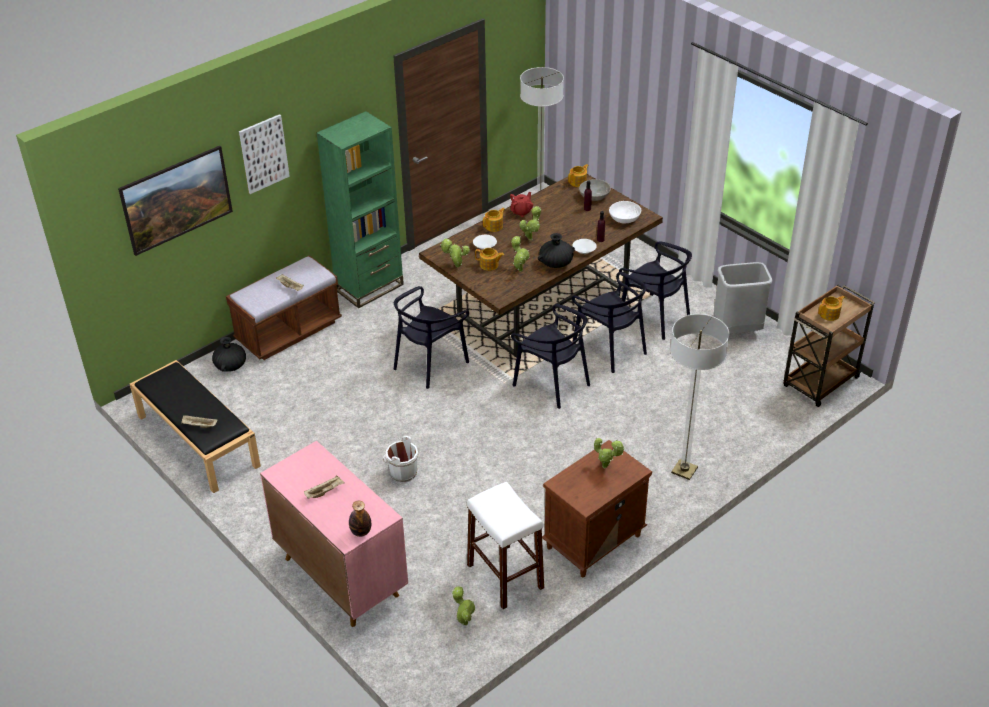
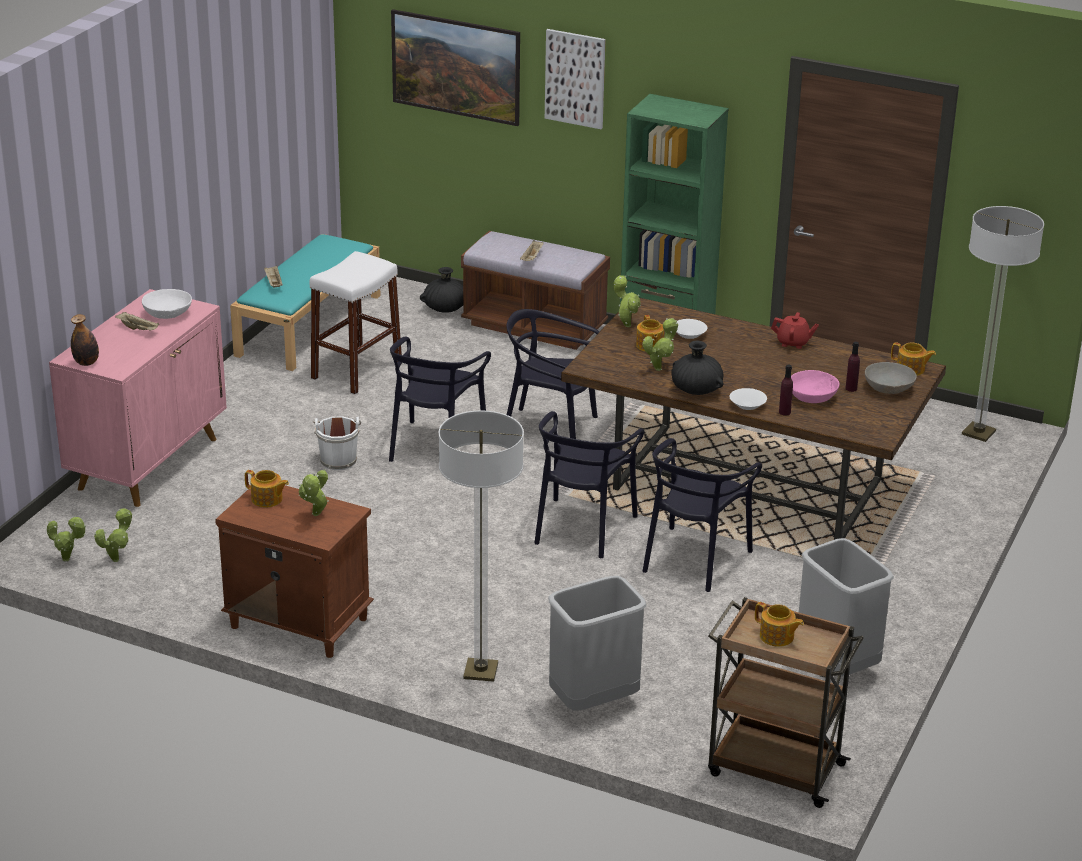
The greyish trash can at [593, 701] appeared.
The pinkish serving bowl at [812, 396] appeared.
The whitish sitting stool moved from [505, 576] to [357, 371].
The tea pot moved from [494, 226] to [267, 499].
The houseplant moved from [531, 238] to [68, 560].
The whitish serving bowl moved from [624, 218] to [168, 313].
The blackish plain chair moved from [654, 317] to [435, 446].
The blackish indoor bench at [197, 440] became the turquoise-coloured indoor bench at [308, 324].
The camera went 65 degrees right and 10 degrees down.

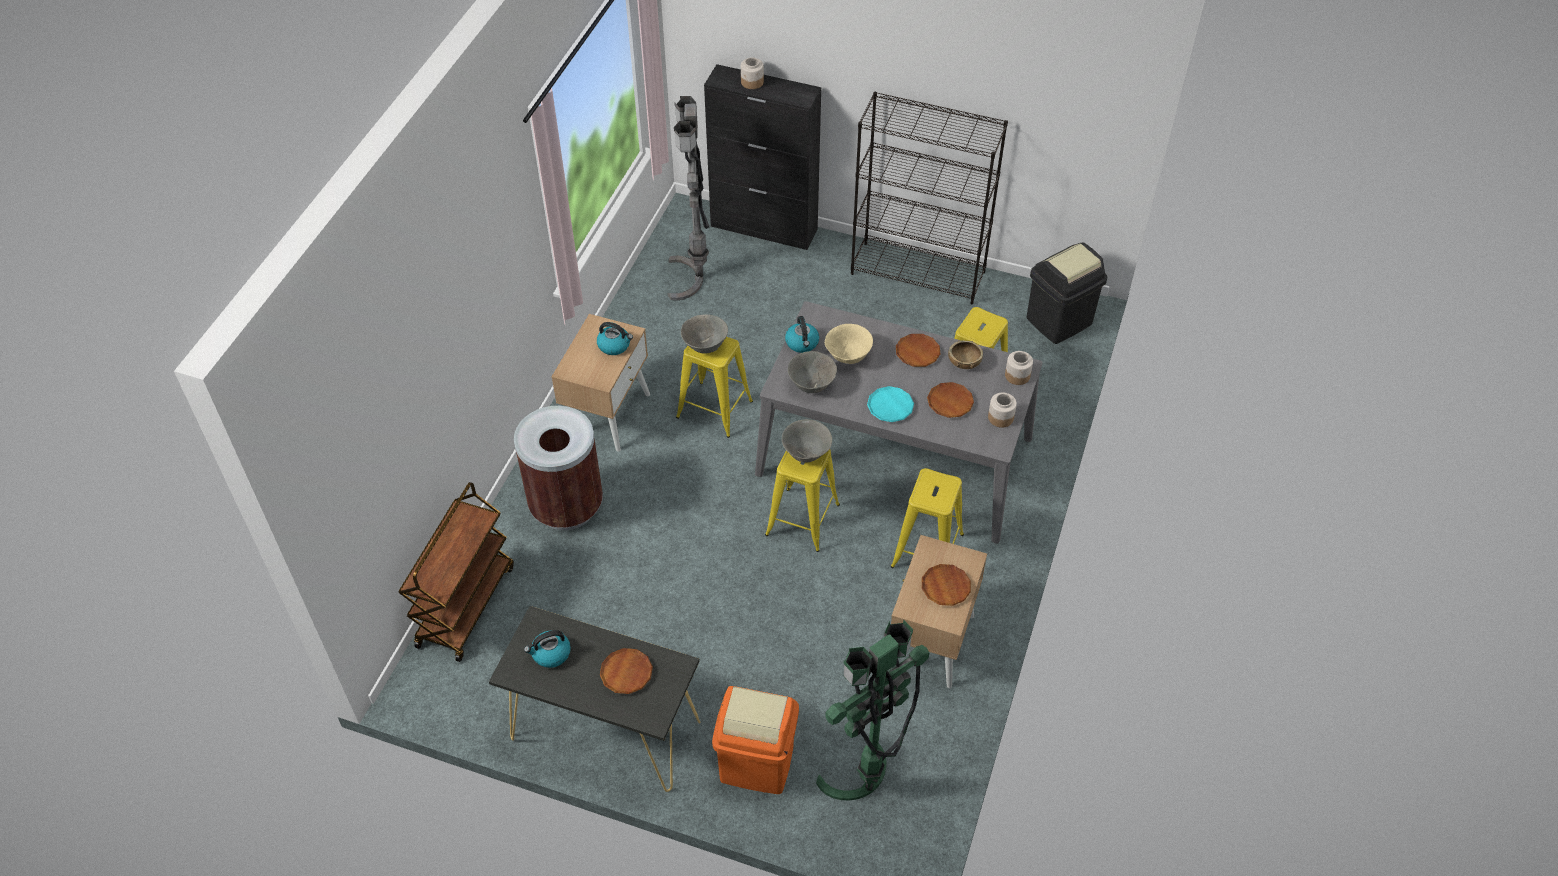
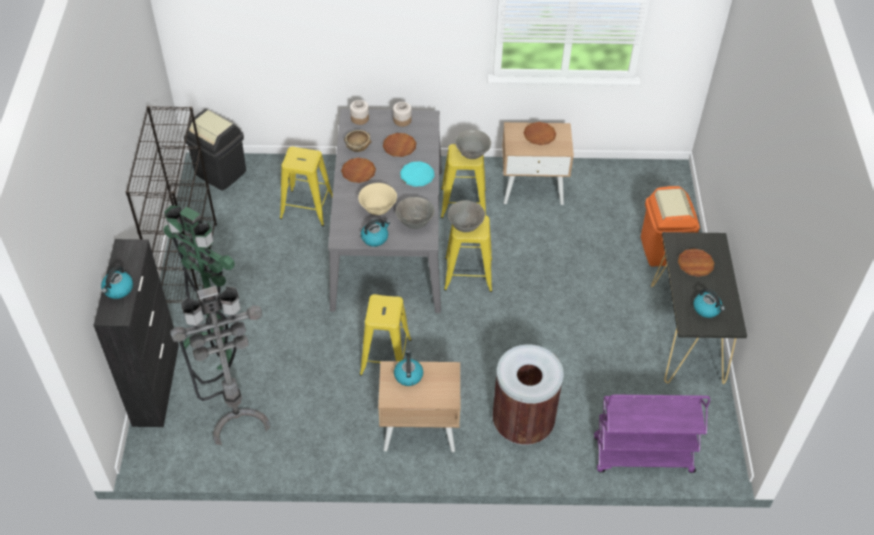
The greyish serving bowl moved from [705, 346] to [472, 154].
The green-coloured standing lamp moved from [865, 784] to [217, 342].
The jar at [752, 82] was replaced by the water kettle at [118, 289].
The brown-coloured cart at [465, 605] became the purple cart at [642, 455].
The camera went 110 degrees left and 0 degrees up.

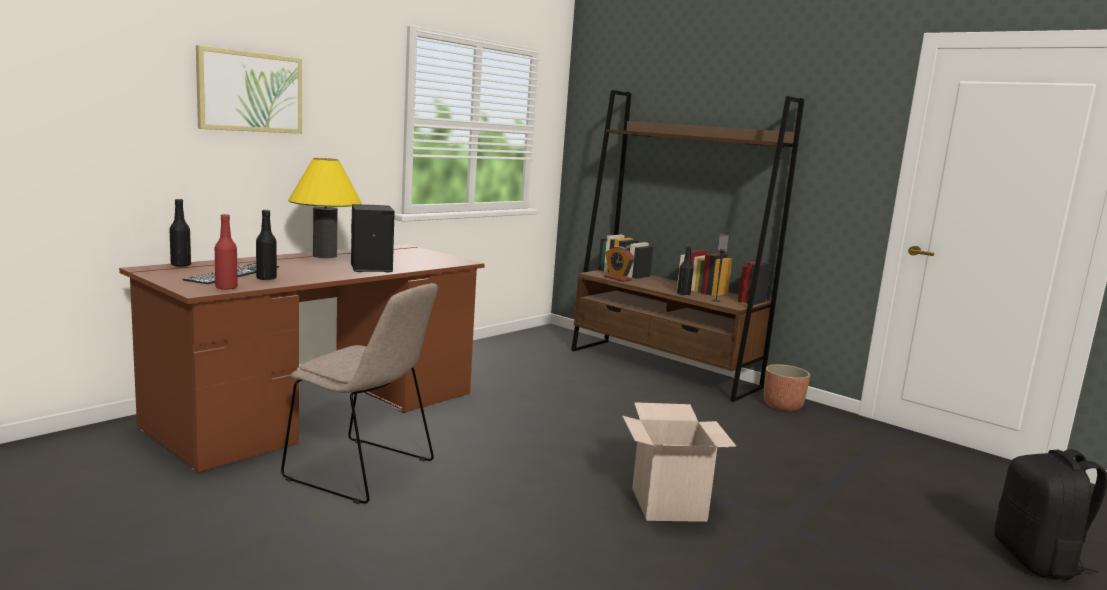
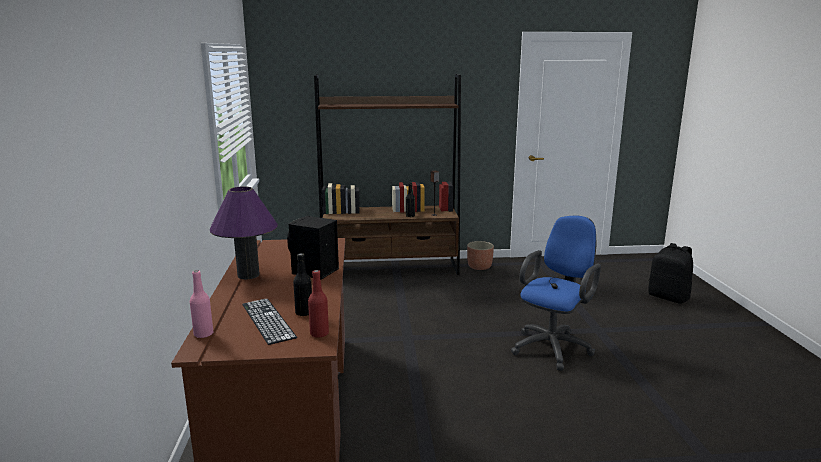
The picture at [250, 92] disappeared.
The beige plain chair at [364, 471] disappeared.
The table clock at [617, 278] disappeared.
The packing box at [668, 504] was replaced by the bluish office chair at [553, 346].
The blackish drink bottle at [181, 265] became the pinkish drink bottle at [203, 334].
The yellow table lamp at [325, 256] became the purple table lamp at [248, 275].
The camera went 45 degrees left and 5 degrees up.

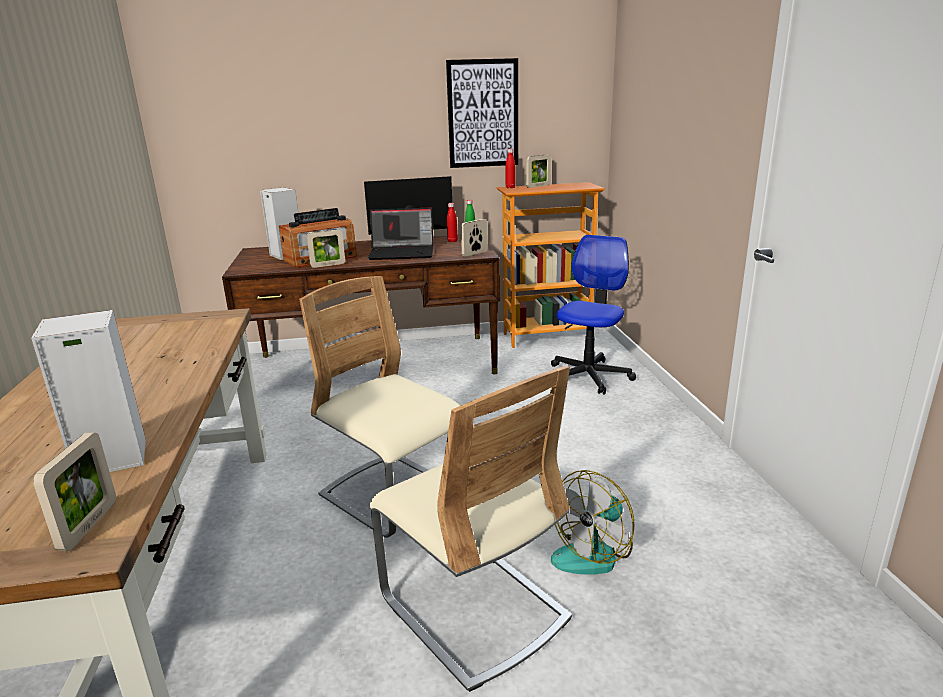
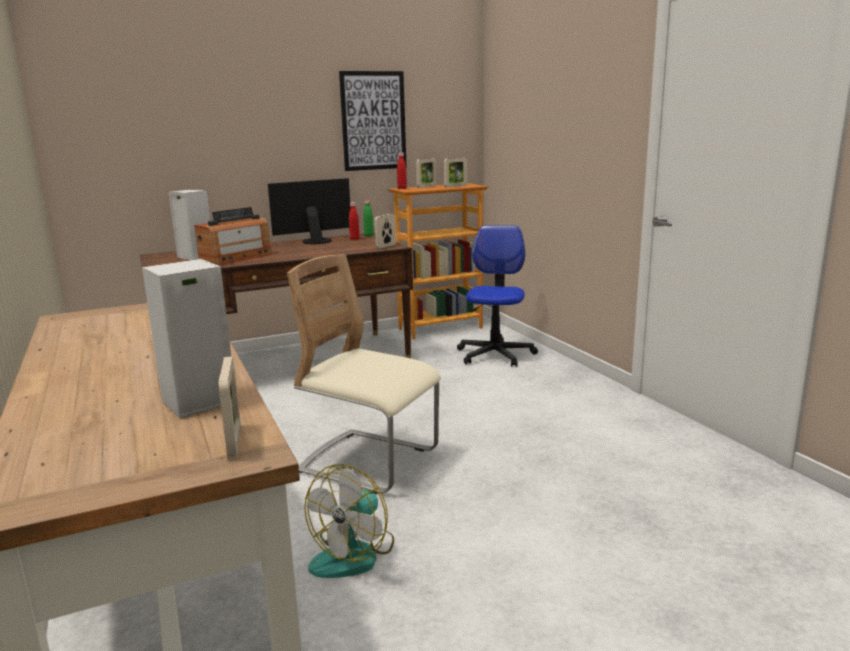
The portable computer at [403, 253] disappeared.
The beige plain chair at [473, 609] disappeared.
The standing frame moved from [328, 265] to [455, 186].
The cooling fan moved from [593, 552] to [354, 554].
The camera went 15 degrees left and 5 degrees down.

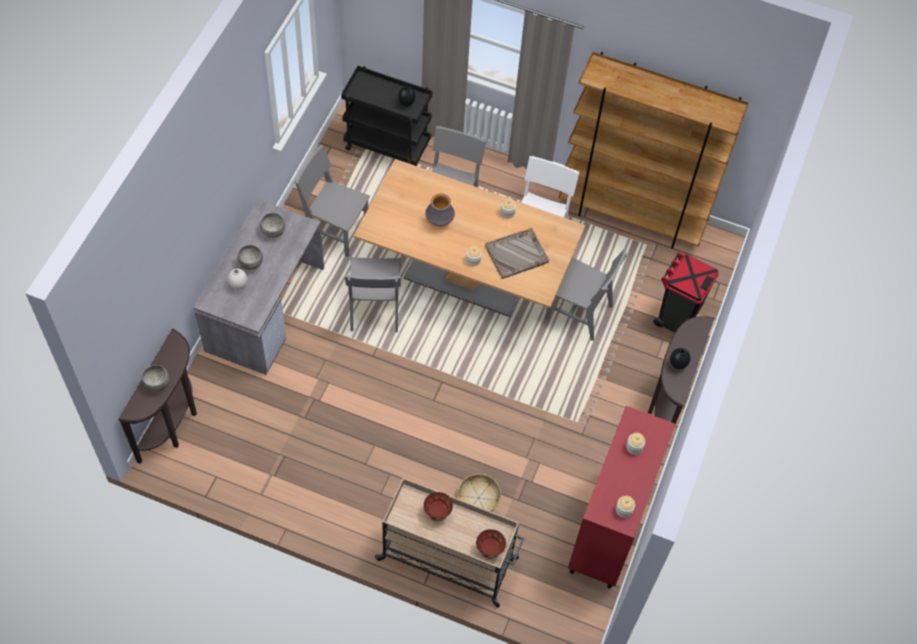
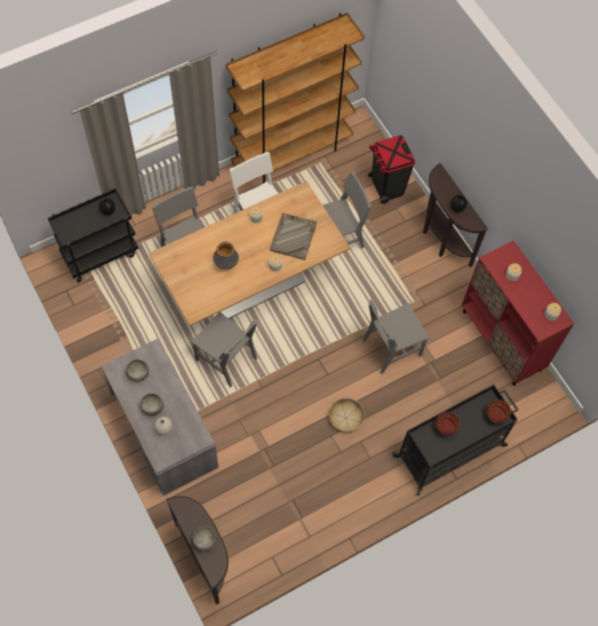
The greyish plain chair moved from [335, 230] to [391, 347].
The household basket moved from [478, 498] to [346, 418].
The beige cart at [449, 559] became the blackish cart at [451, 450].
The camera went 50 degrees left and 5 degrees up.

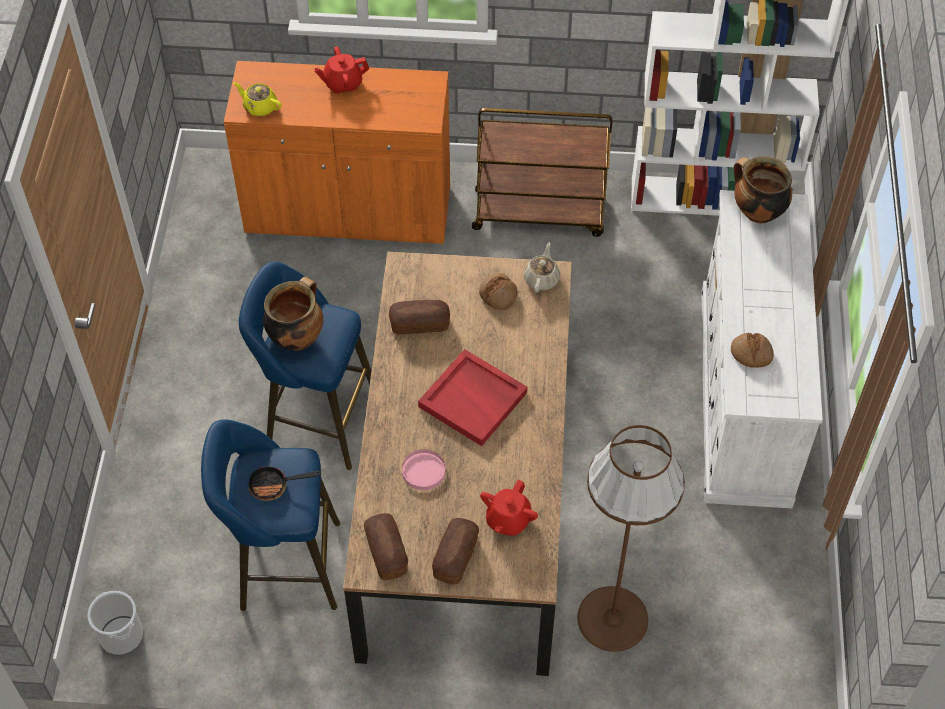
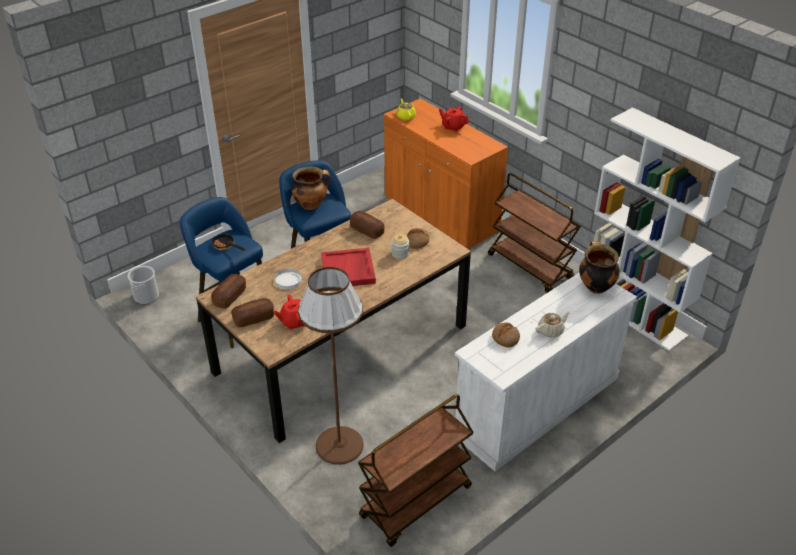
The brown-coloured cart at [416, 503] appeared.
The jar at [400, 254] appeared.
The beige tea pot moved from [541, 278] to [551, 331].
The pinkish dinner plate at [423, 471] became the whitish dinner plate at [288, 280].
The camera went 45 degrees right and 15 degrees down.

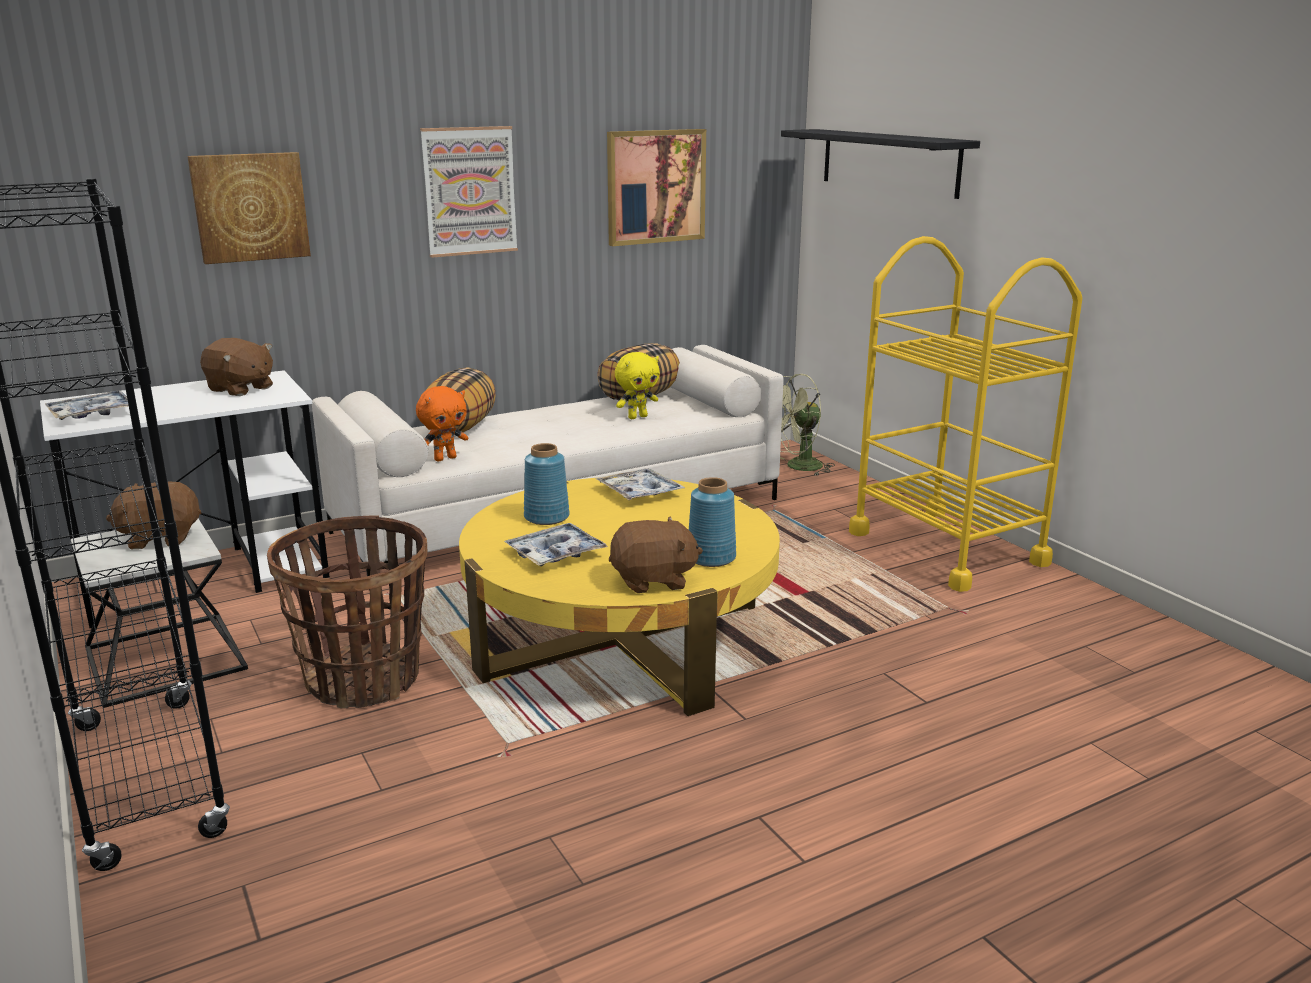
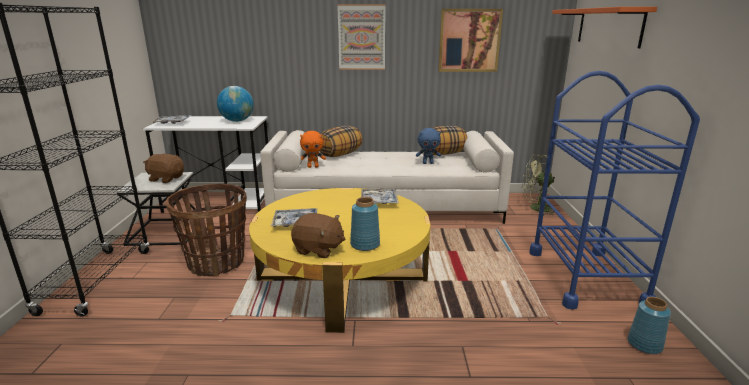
The picture at [250, 207] disappeared.
The bluish vase moved from [546, 517] to [644, 344].
The brown-coloured soft toy at [240, 389] was replaced by the globe at [237, 121].
The yellow soft toy at [637, 417] became the bluish soft toy at [428, 163].
The blackish bracket shelf at [889, 162] became the orangey bracket shelf at [608, 26].
The yellow cart at [946, 547] became the bluish cart at [585, 277].
The camera went 30 degrees right and 0 degrees up.

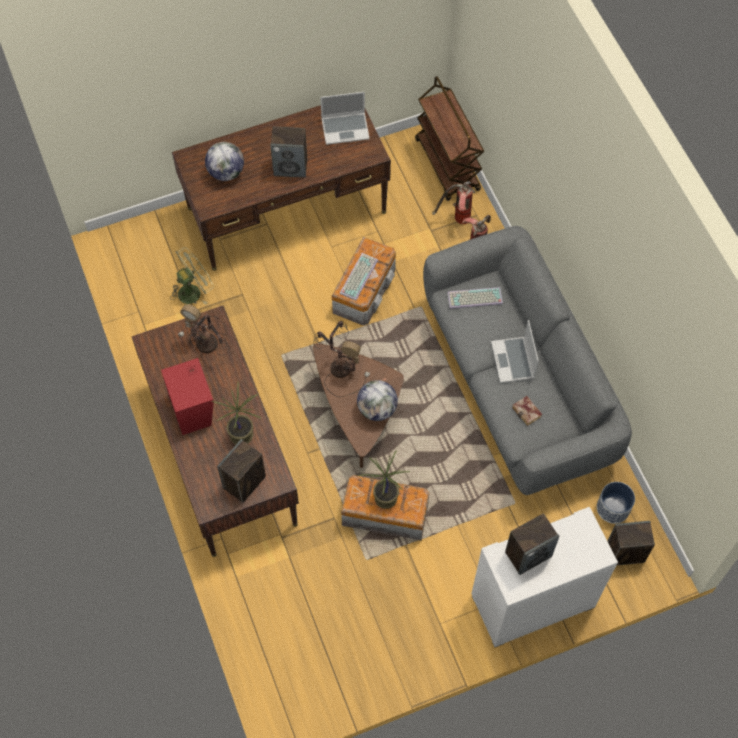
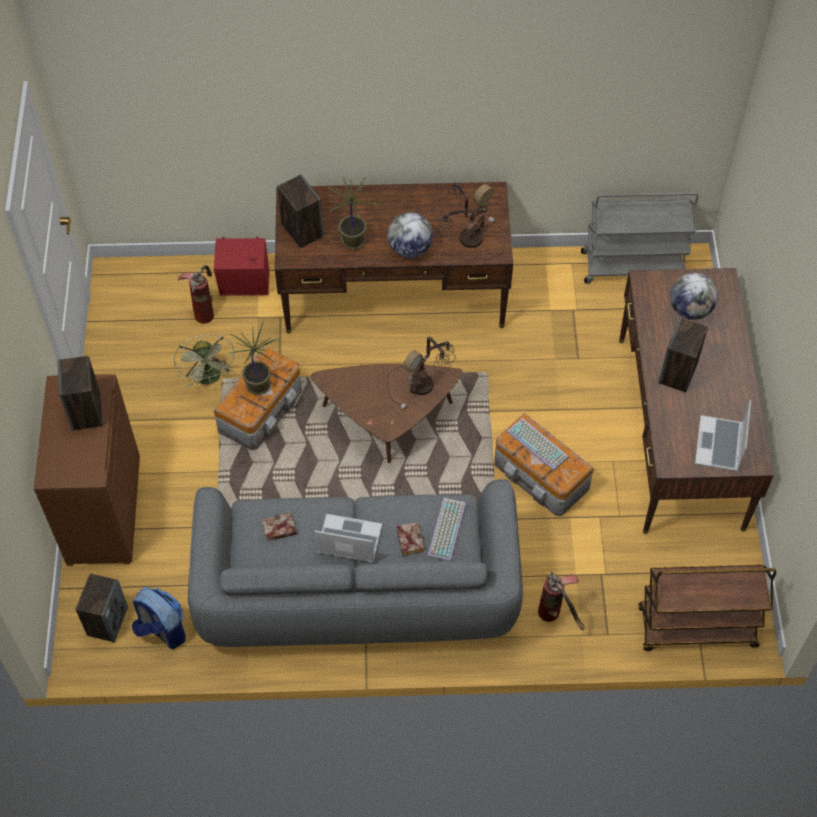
The volume at [408, 539] appeared.
The greyish cart at [633, 265] appeared.
The red speaker moved from [192, 408] to [245, 285].
The green-coloured cooling fan moved from [193, 290] to [210, 378].
The globe moved from [377, 409] to [410, 249].
The extinguisher moved from [456, 219] to [204, 309].
The plant pot at [613, 508] was replaced by the backpack at [162, 630].
The whitish storage cabinet at [532, 602] became the brown-coloured storage cabinet at [102, 509].
The camera went 110 degrees right and 5 degrees down.

